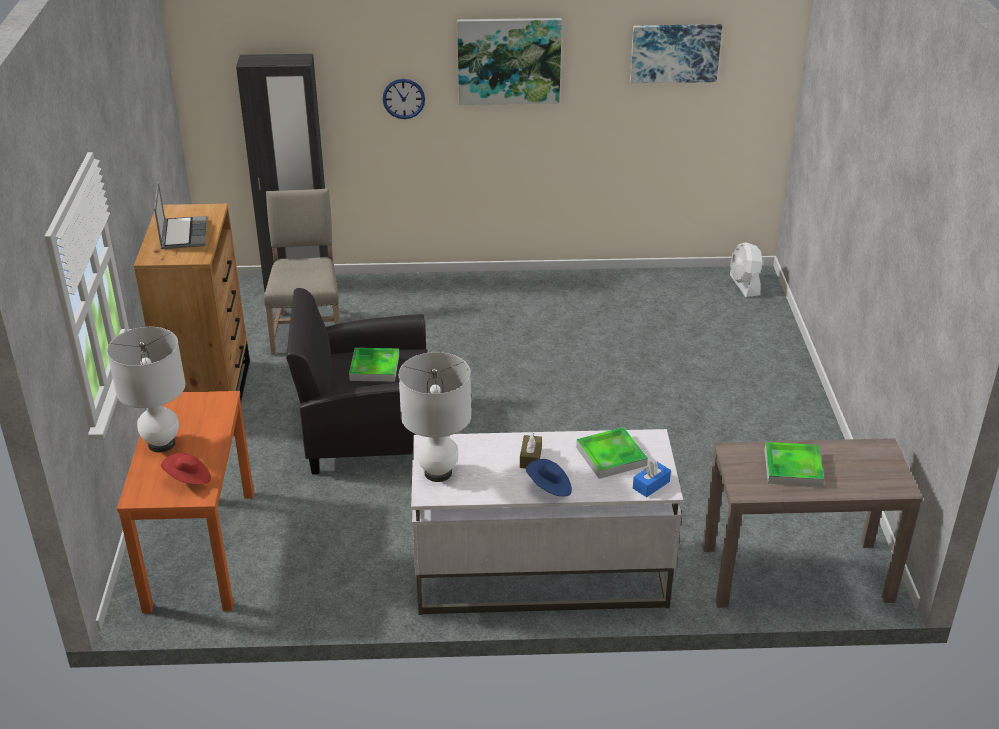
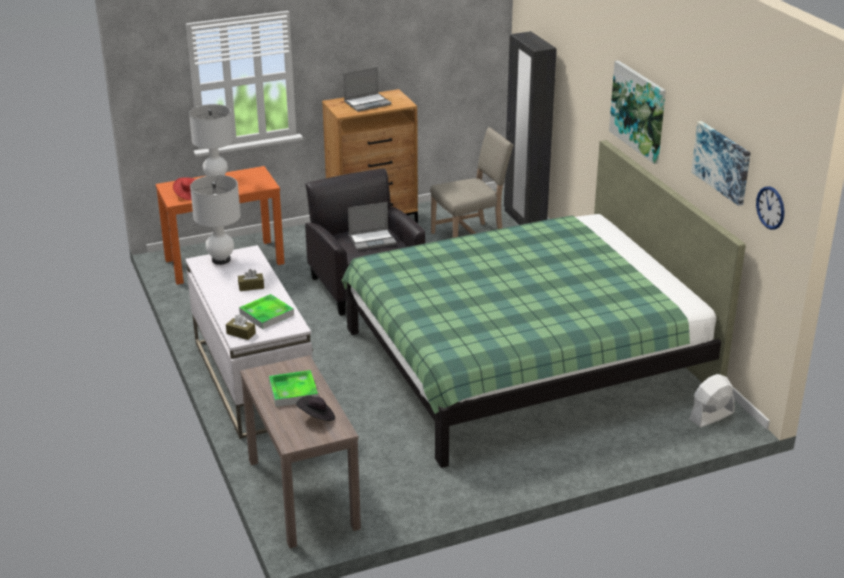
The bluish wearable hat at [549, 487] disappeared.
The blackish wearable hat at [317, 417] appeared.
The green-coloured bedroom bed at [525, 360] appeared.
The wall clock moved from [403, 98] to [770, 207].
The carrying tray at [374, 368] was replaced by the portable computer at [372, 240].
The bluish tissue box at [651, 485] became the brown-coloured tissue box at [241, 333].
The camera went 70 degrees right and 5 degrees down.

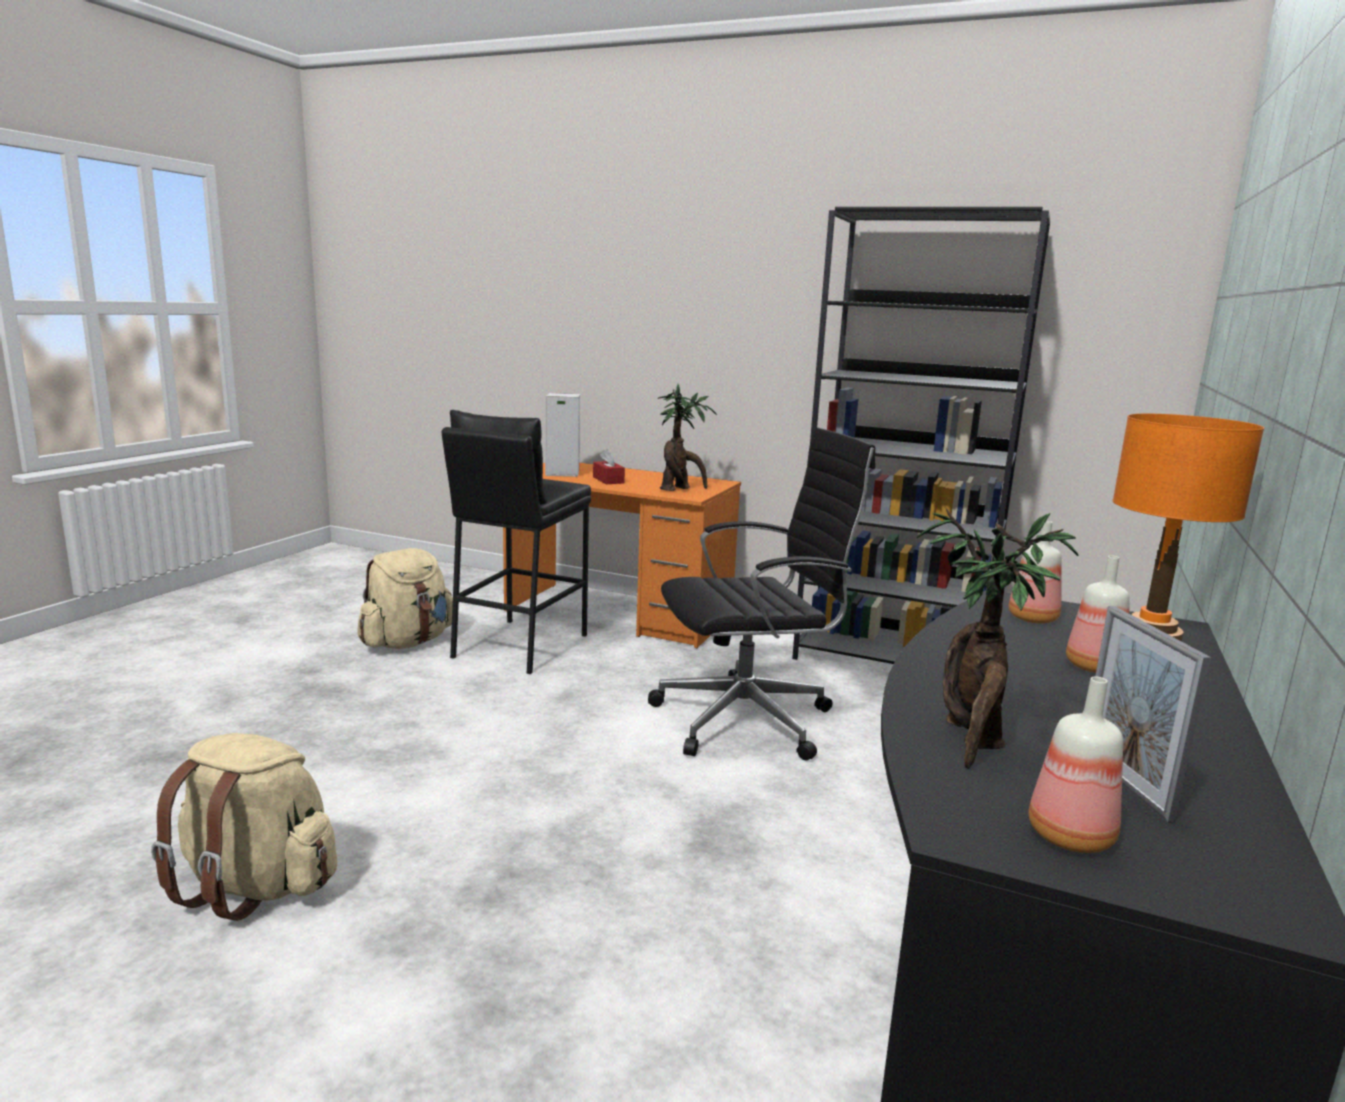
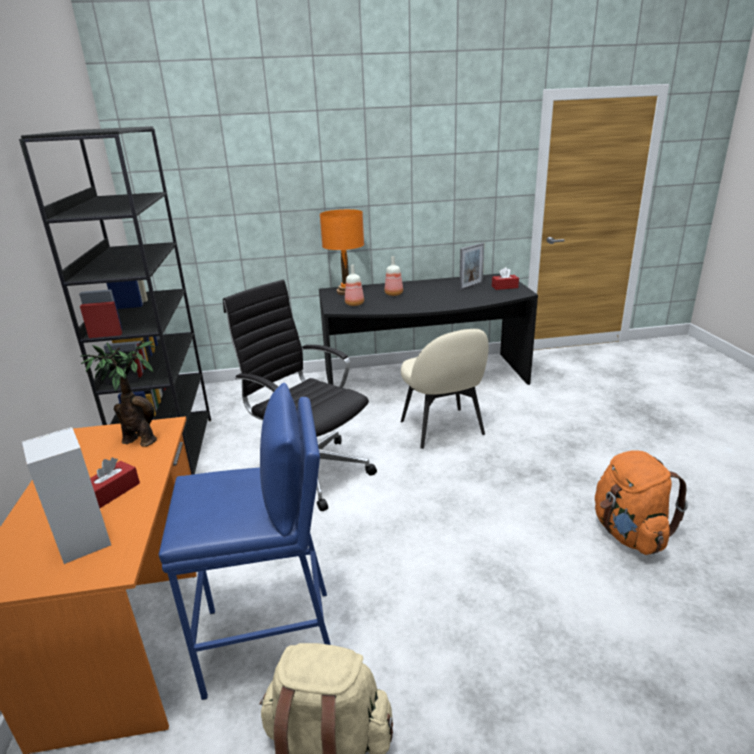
The houseplant at [972, 740] disappeared.
The beige plain chair at [442, 429] appeared.
The drink bottle at [1068, 835] was replaced by the red tissue box at [504, 287].
The beige backpack at [255, 885] became the orangey backpack at [629, 533].
The blackish sitting stool at [519, 646] became the bluish sitting stool at [270, 640].
The camera went 120 degrees left and 10 degrees up.

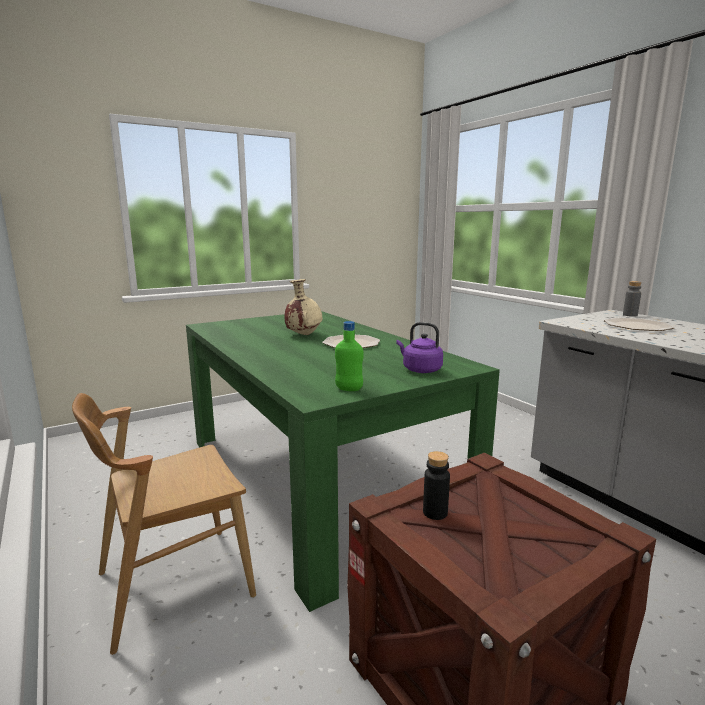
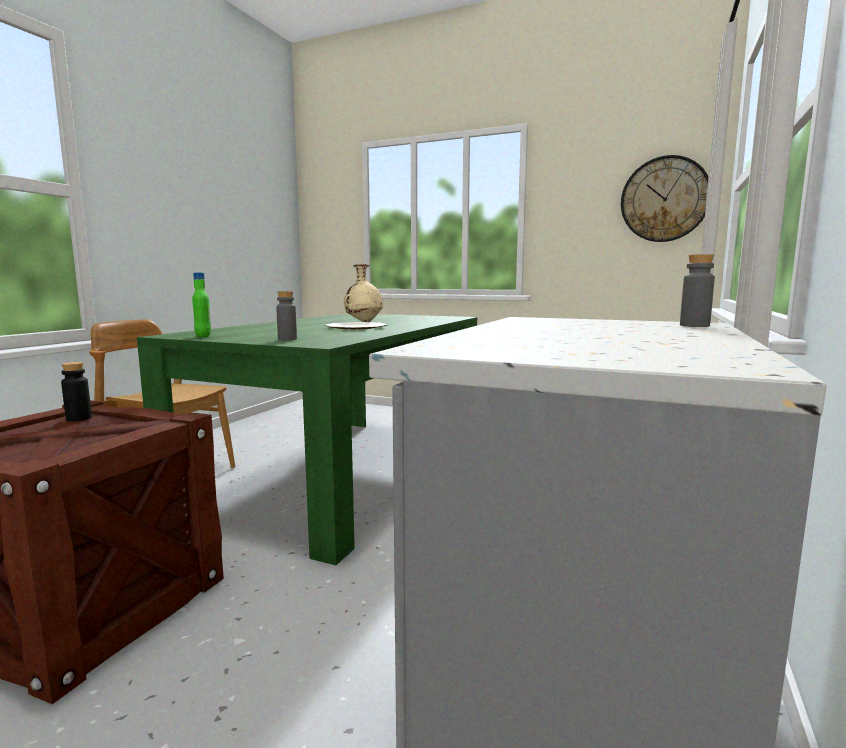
The dinner plate at [637, 326] disappeared.
The wall clock at [664, 199] appeared.
The purple water kettle at [420, 370] was replaced by the greyish drink bottle at [287, 339].
The camera went 55 degrees right and 5 degrees down.

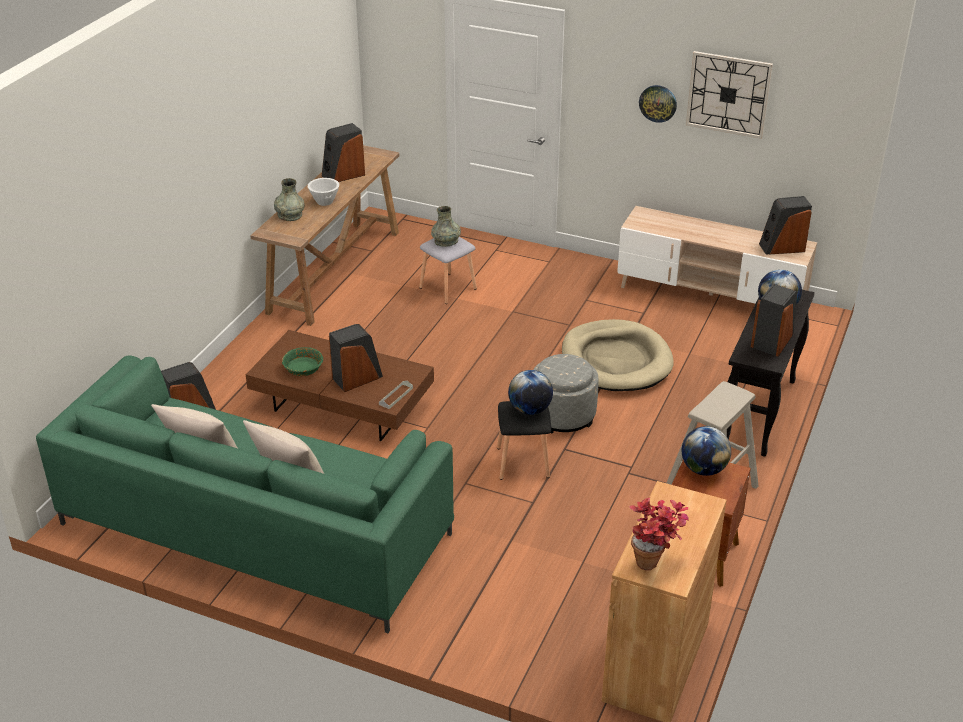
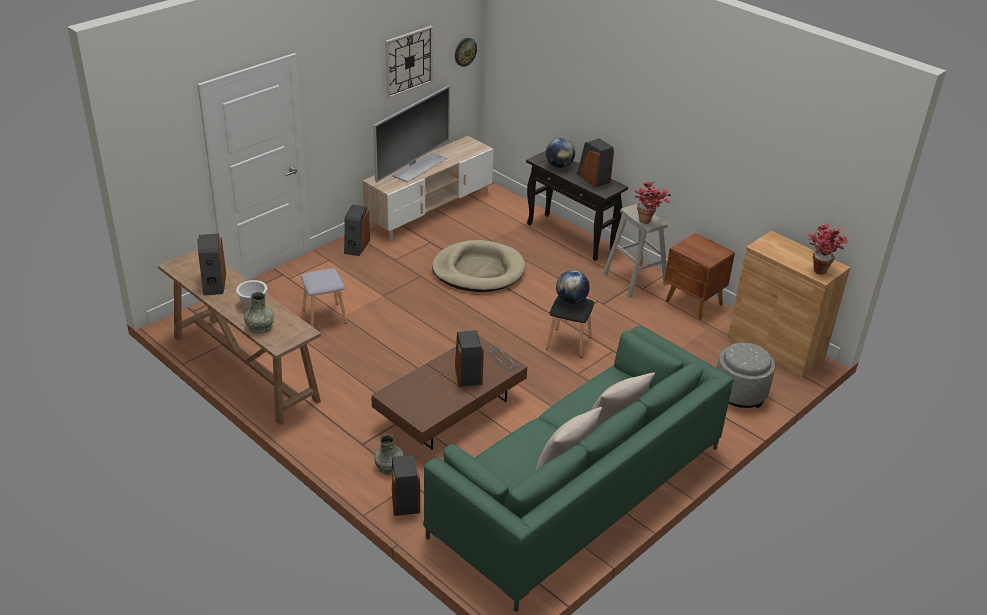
The green-coloured serving bowl at [303, 368] disappeared.
The globe at [703, 469] disappeared.
The TV at [419, 167] appeared.
The houseplant at [648, 222] appeared.
The greyish vase moved from [446, 241] to [389, 466].
The greyish ottoman moved from [563, 415] to [740, 393].
The wall clock moved from [658, 103] to [465, 51].
The speaker moved from [782, 247] to [356, 246].
The camera went 70 degrees left and 0 degrees up.

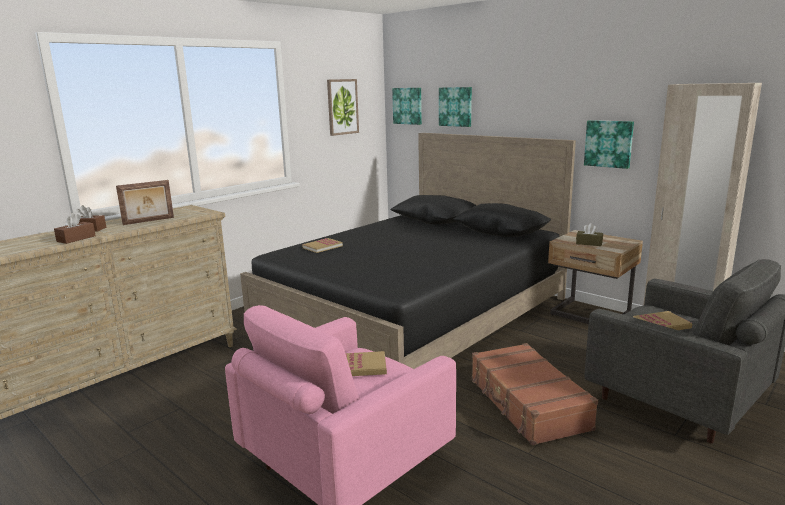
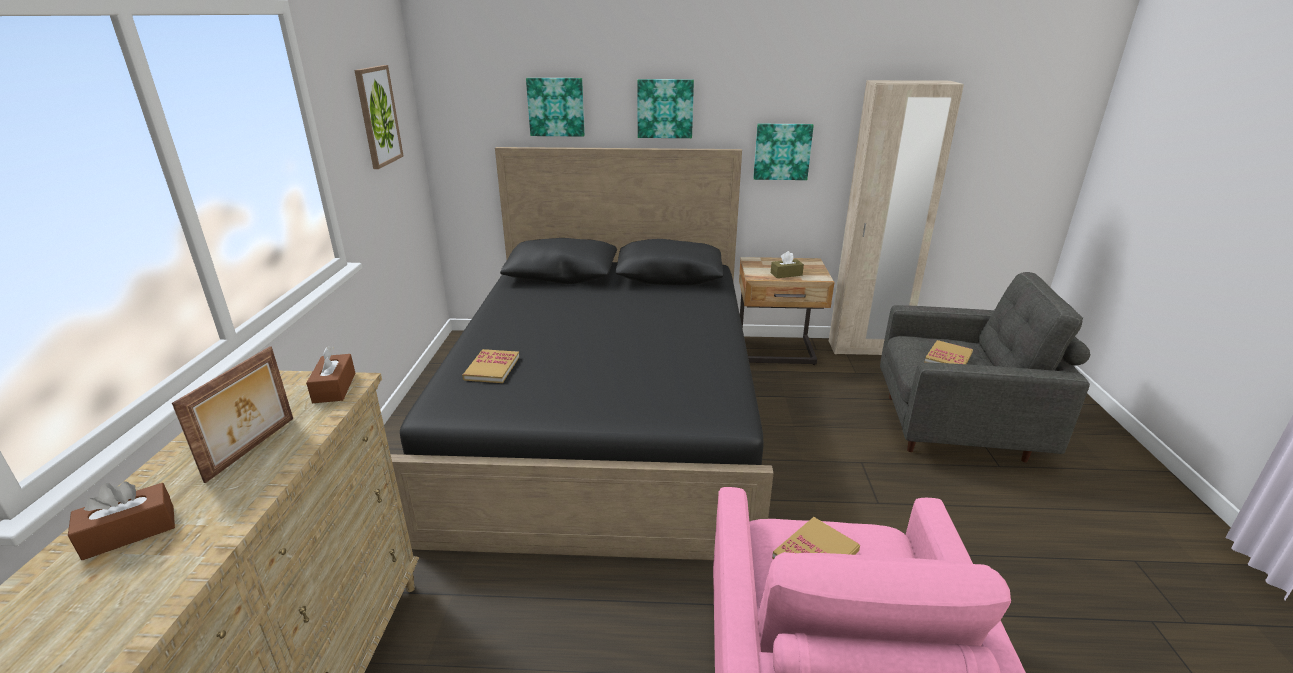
The brown-coloured suitcase at [527, 404] disappeared.
The brown-coloured tissue box moved from [76, 239] to [334, 388].
The picture moved from [408, 106] to [665, 108].
The camera went 40 degrees left and 10 degrees up.

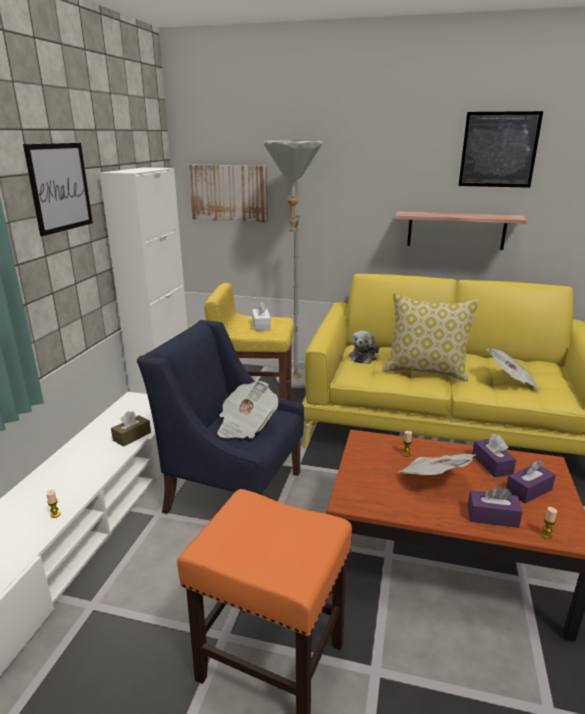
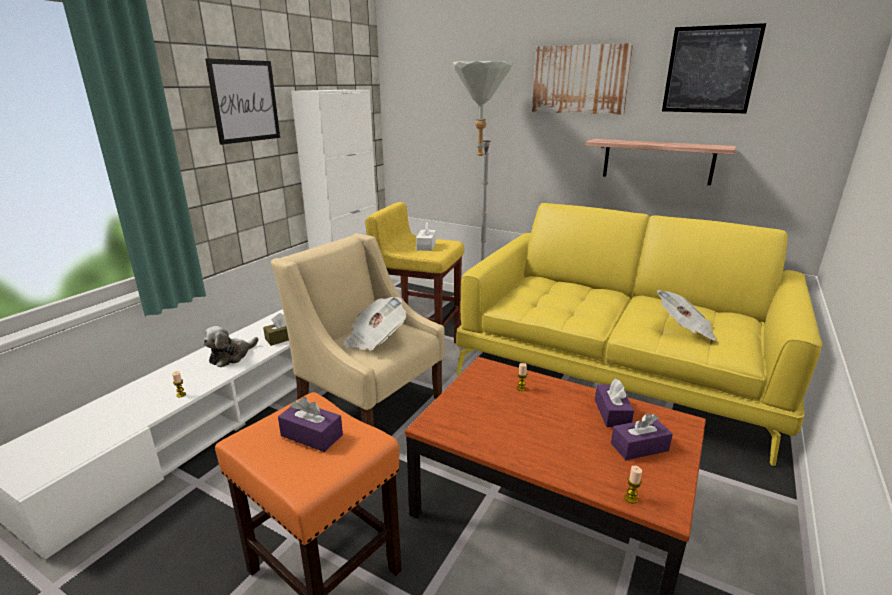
The throw pillow at [426, 371] disappeared.
The printed paper at [433, 479] disappeared.
The picture moved from [229, 193] to [580, 79].
The soft toy moved from [363, 357] to [231, 356].
The purple tissue box moved from [492, 516] to [311, 435].
The bluish lounge chair at [233, 490] became the beige lounge chair at [369, 403].
The camera went 15 degrees right and 0 degrees up.

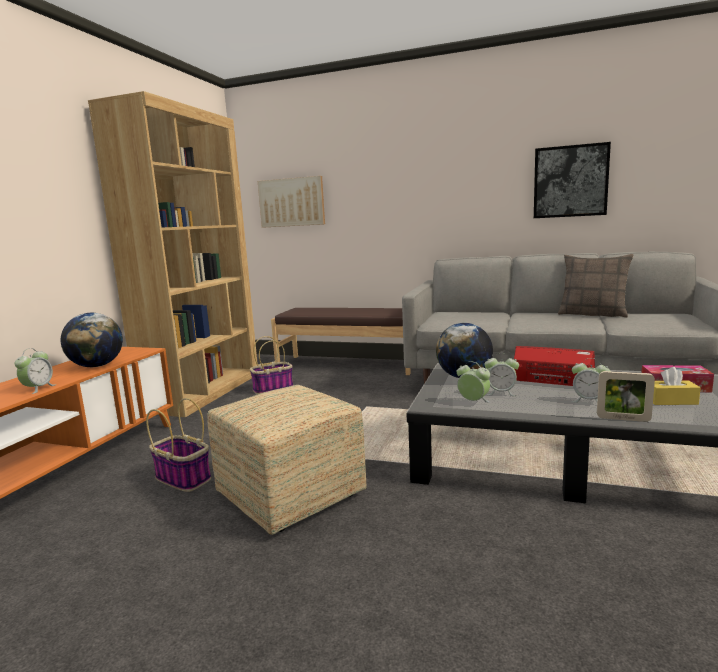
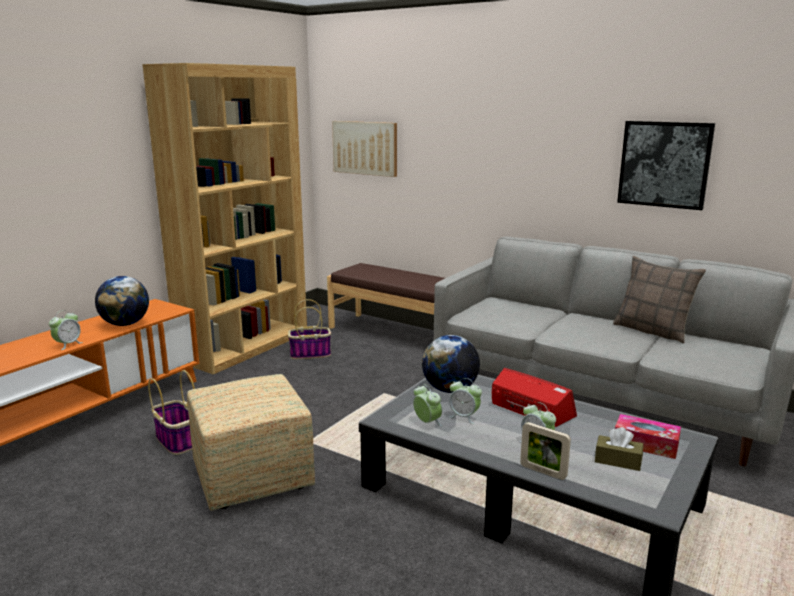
The yellow tissue box at [671, 401] became the brown-coloured tissue box at [618, 461].
The camera went 15 degrees right and 5 degrees up.

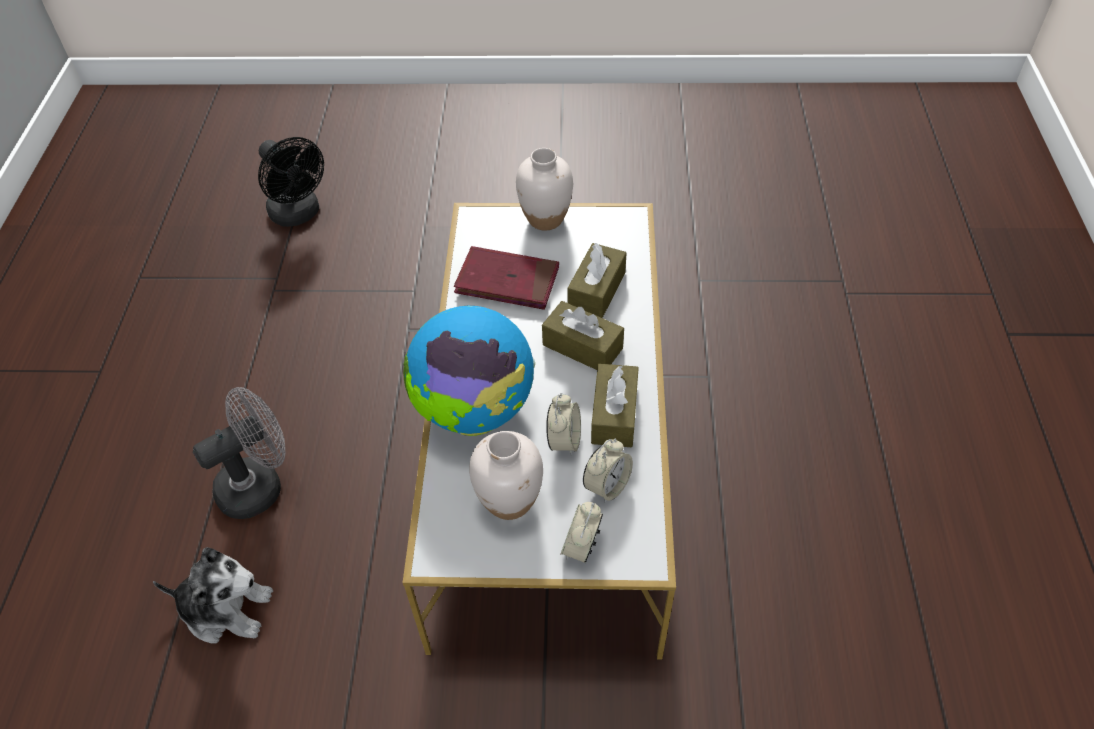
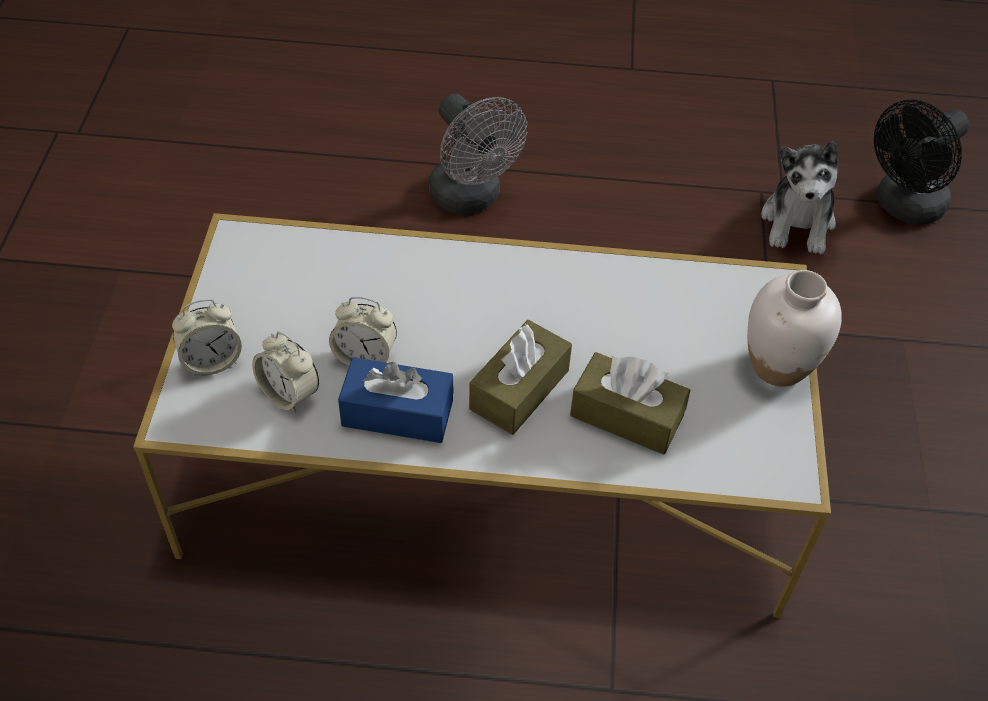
The globe at [474, 409] disappeared.
The red volume at [507, 281] disappeared.
The whitish vase at [510, 501] disappeared.
The soft toy moved from [226, 608] to [798, 222].
The brown-coloured tissue box at [614, 414] became the bluish tissue box at [397, 413].
The table clock at [581, 546] turned 135 degrees clockwise.
The camera went 90 degrees right and 0 degrees up.

